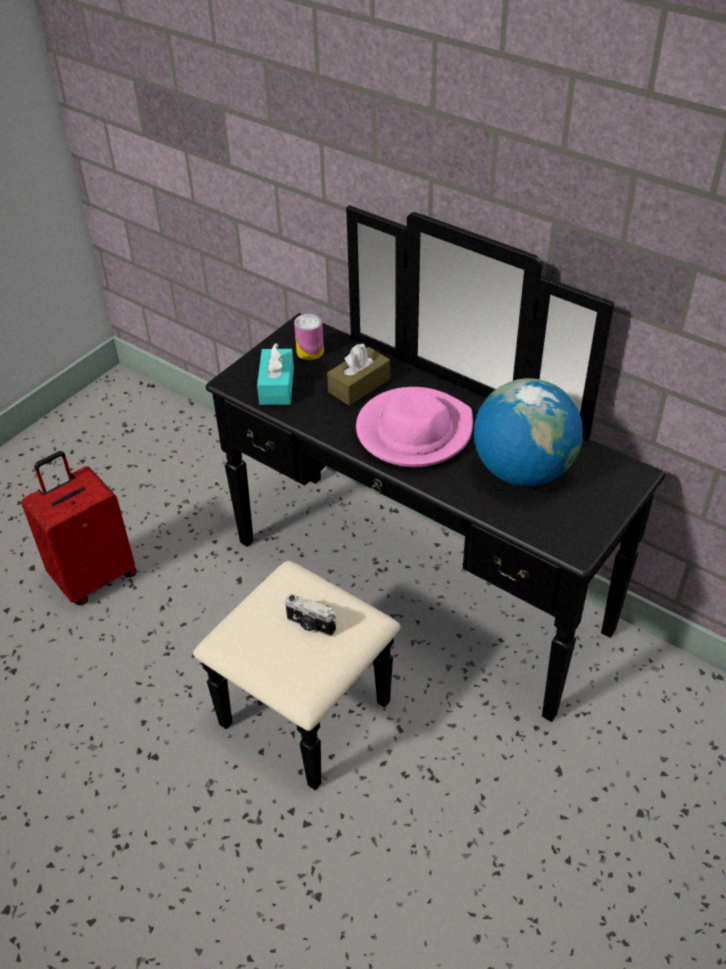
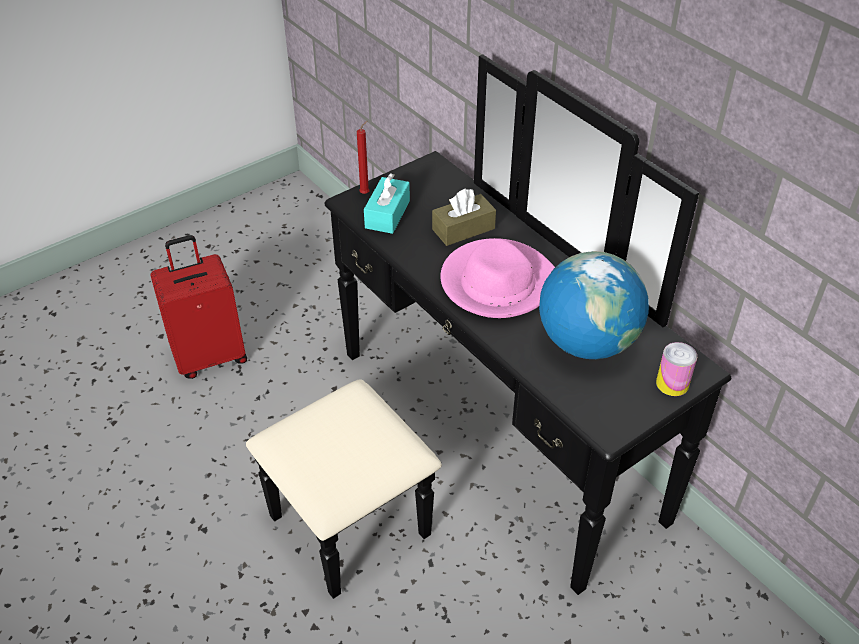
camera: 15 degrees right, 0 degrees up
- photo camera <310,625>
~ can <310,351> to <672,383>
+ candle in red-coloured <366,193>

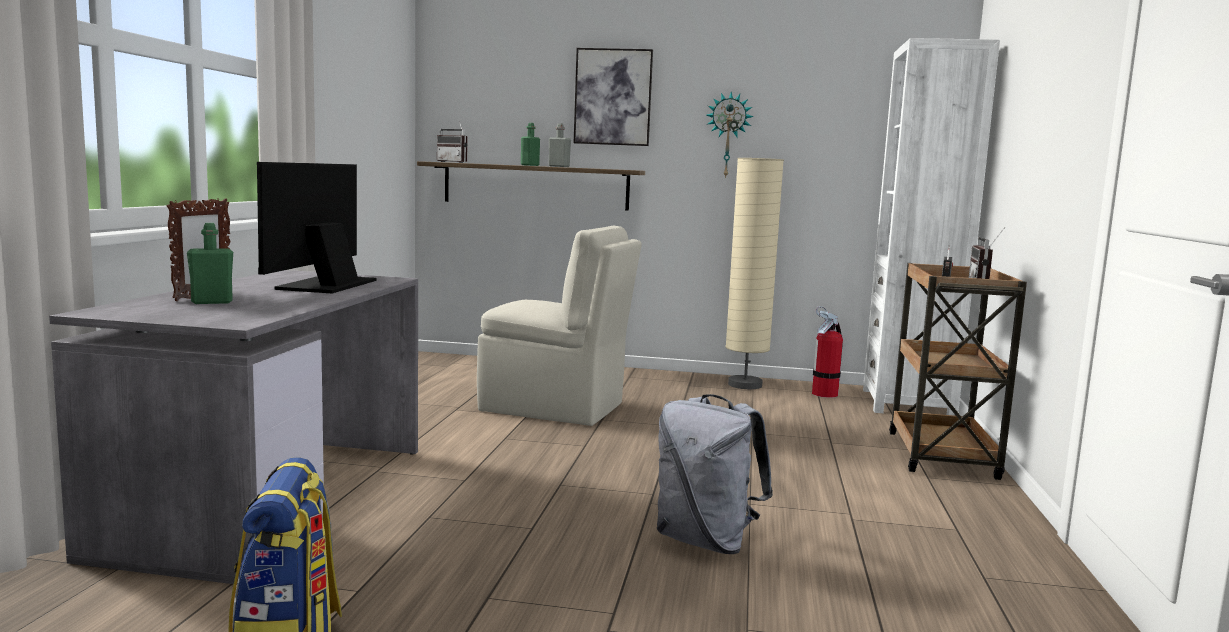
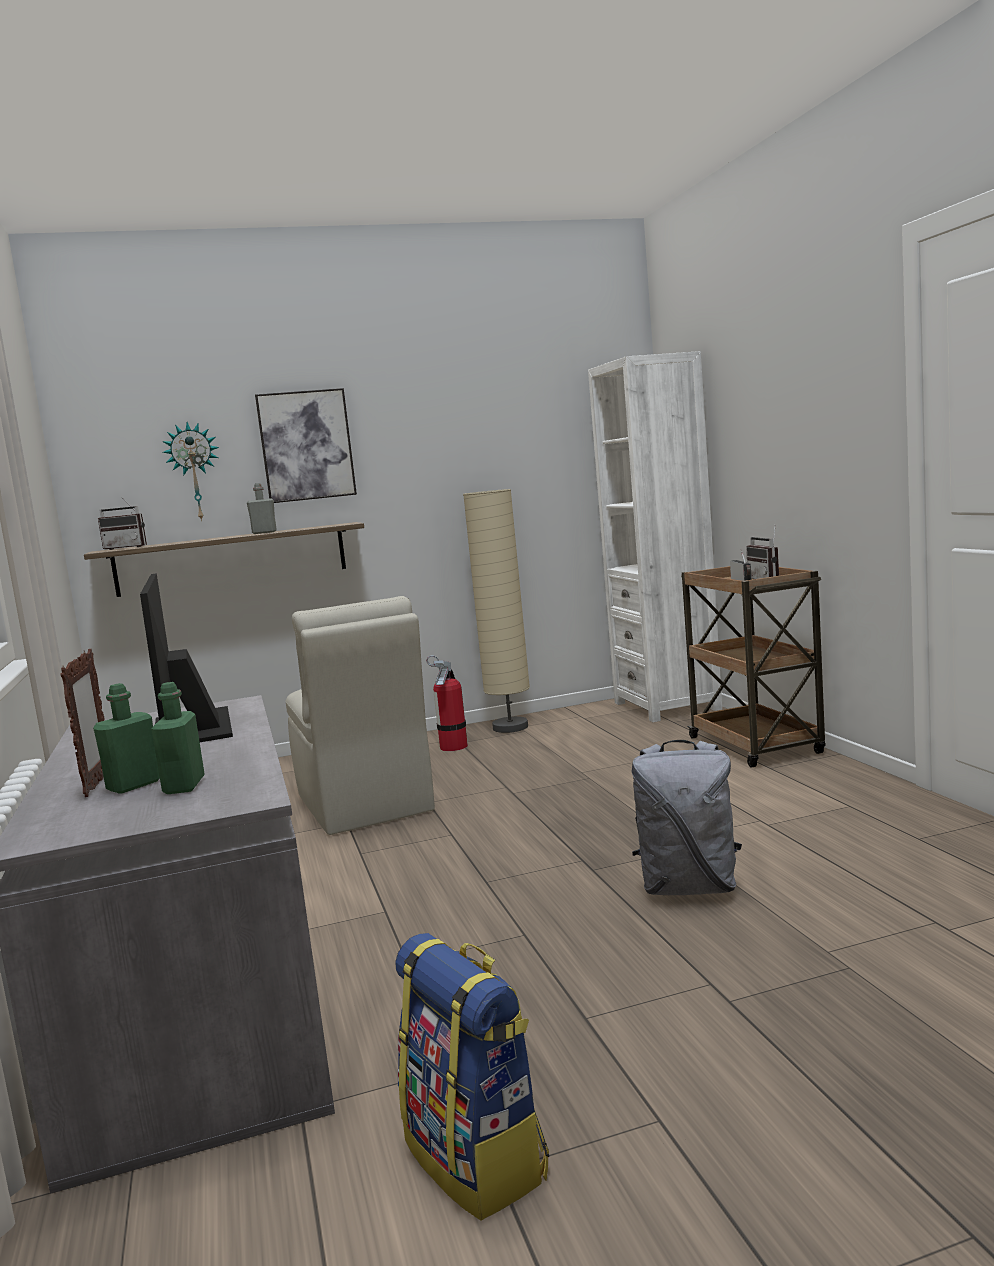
camera: 25 degrees left, 0 degrees up
~ upright chair in sand-coloured <555,408> = <364,805> 75 degrees clockwise
~ drink bottle in green-coloured <530,165> to <184,786>
~ clock on the wall <728,135> to <194,472>
~ fire-fighting cylinder <824,394> to <453,746>

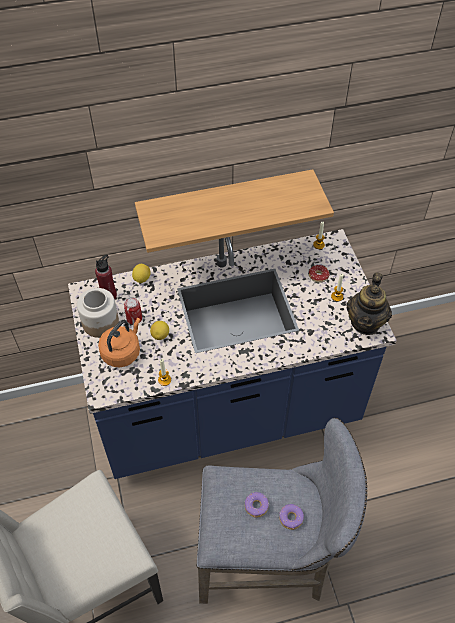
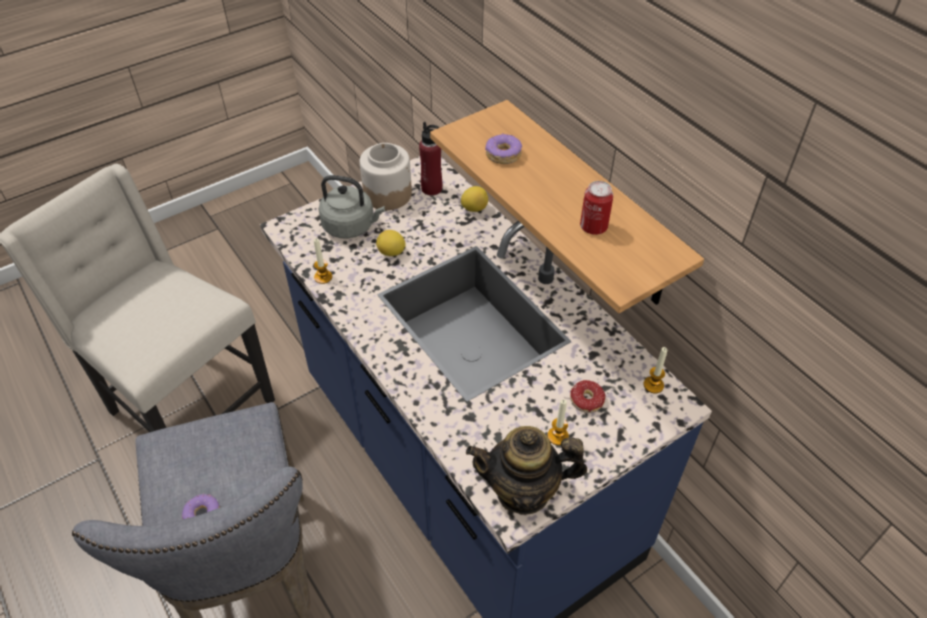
camera: 70 degrees right, 5 degrees down
~ tea kettle in orange <122,352> to tea kettle in greyish <351,226>
~ can <134,319> to <593,227>
~ donut <256,506> to <503,154>

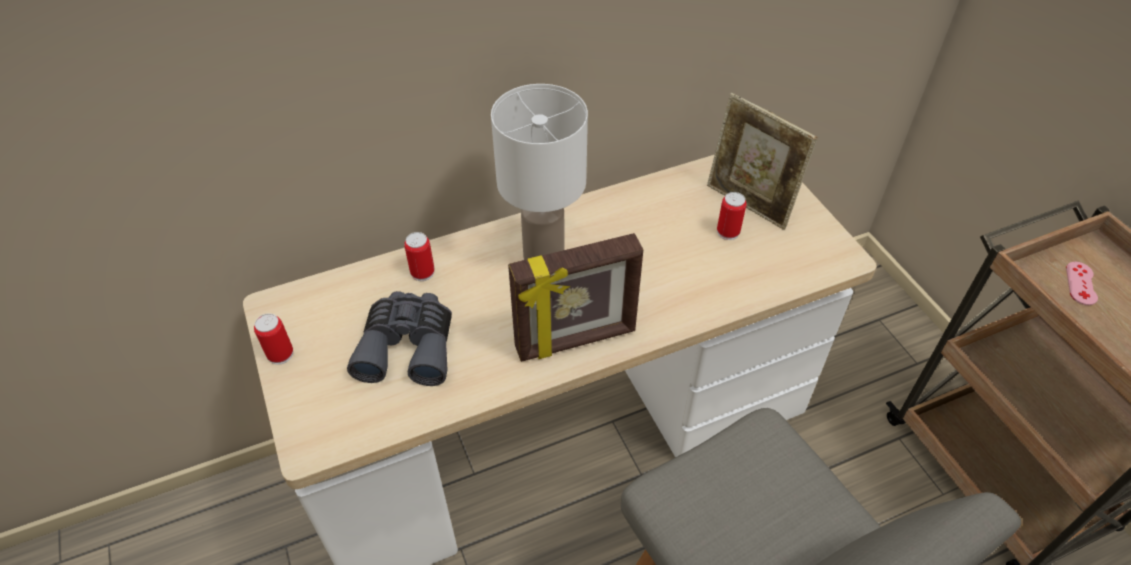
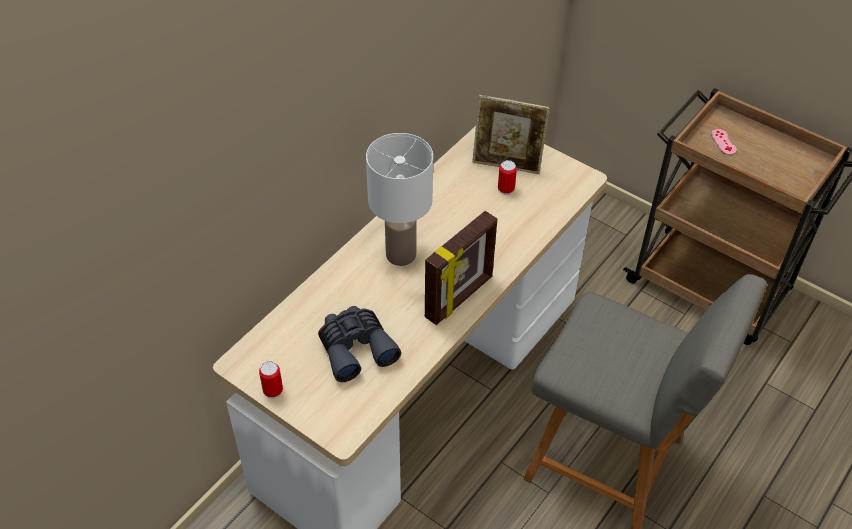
camera: 30 degrees left, 0 degrees up
- can <422,272>

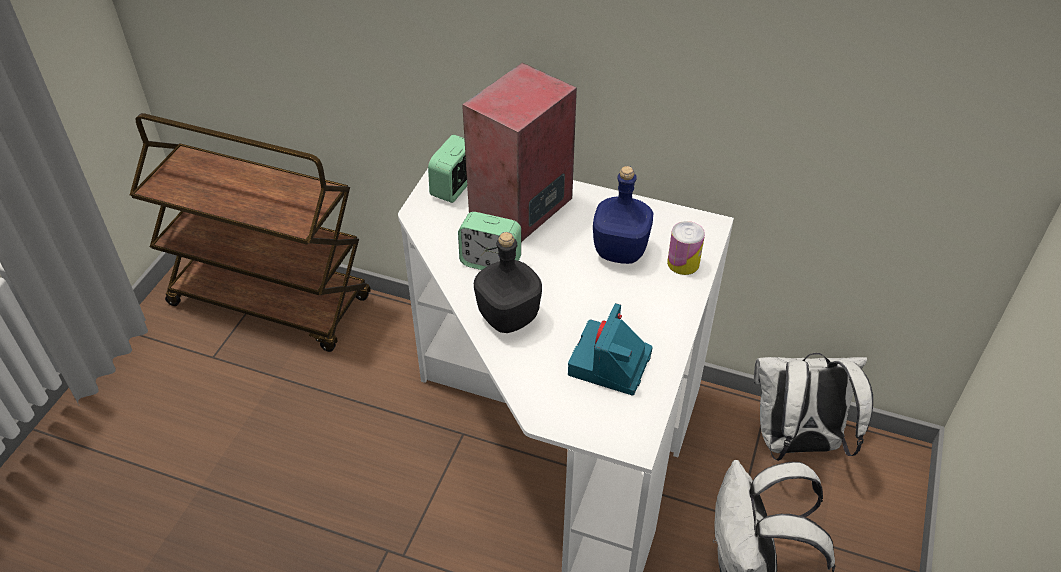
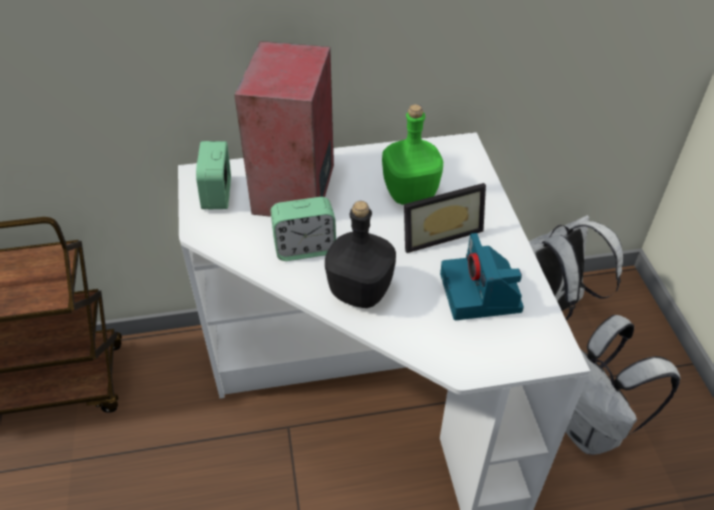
camera: 30 degrees left, 0 degrees up
~ drink bottle in blue-coloured <620,250> to drink bottle in green-coloured <409,192>
- can <683,263>
+ standing frame <438,232>

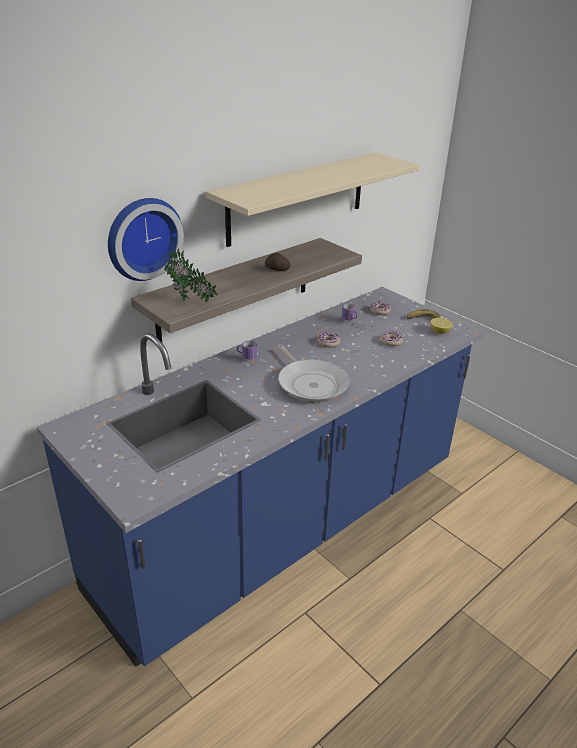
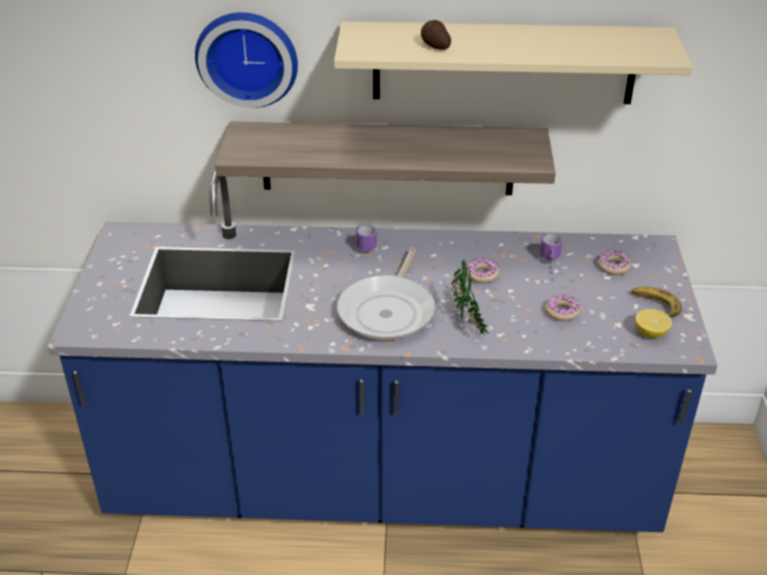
camera: 45 degrees right, 5 degrees up
~ plant in a pot <191,302> to <468,325>
~ whole potato <277,270> to <434,46>

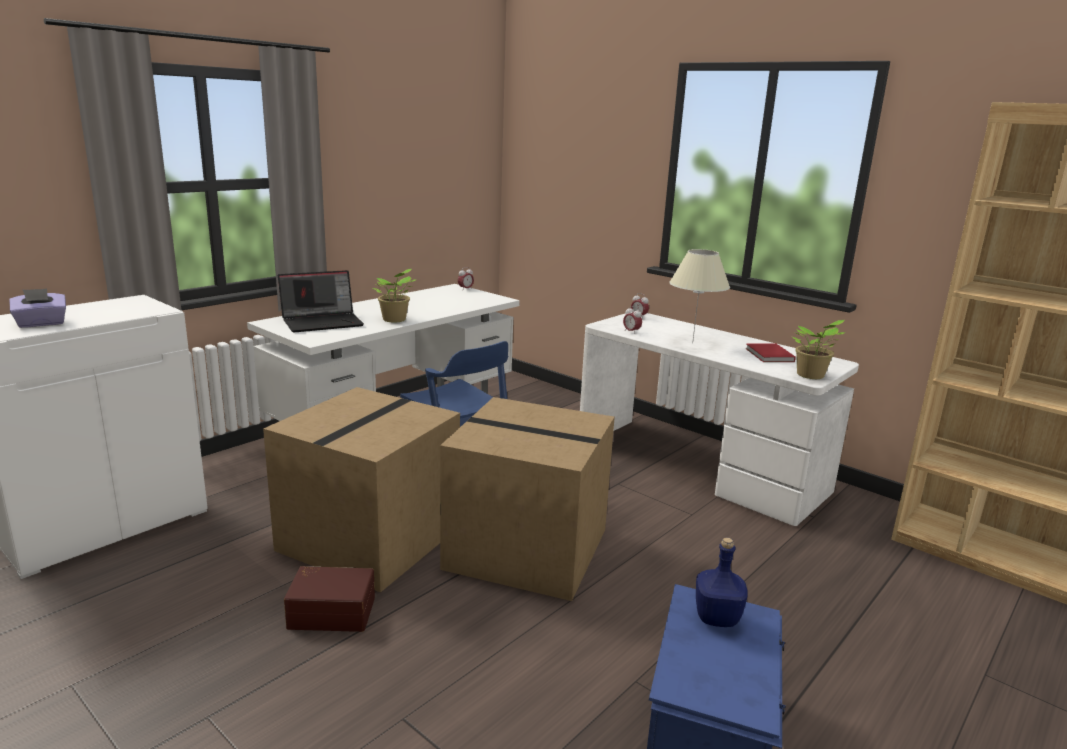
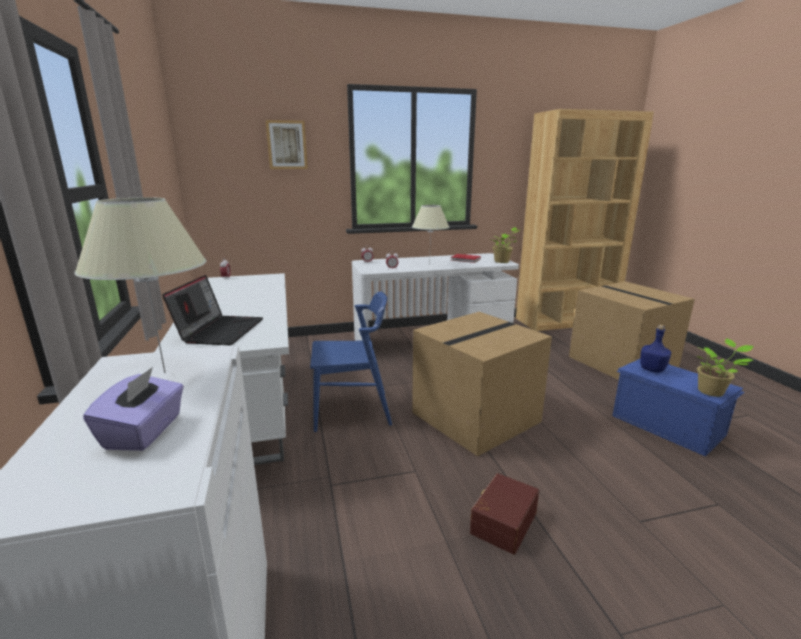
camera: 55 degrees left, 0 degrees up
~ carton <370,540> to <624,363>
~ plant in a pot <395,320> to <712,391>
+ table lamp in sand-coloured <165,372>
+ picture <287,145>

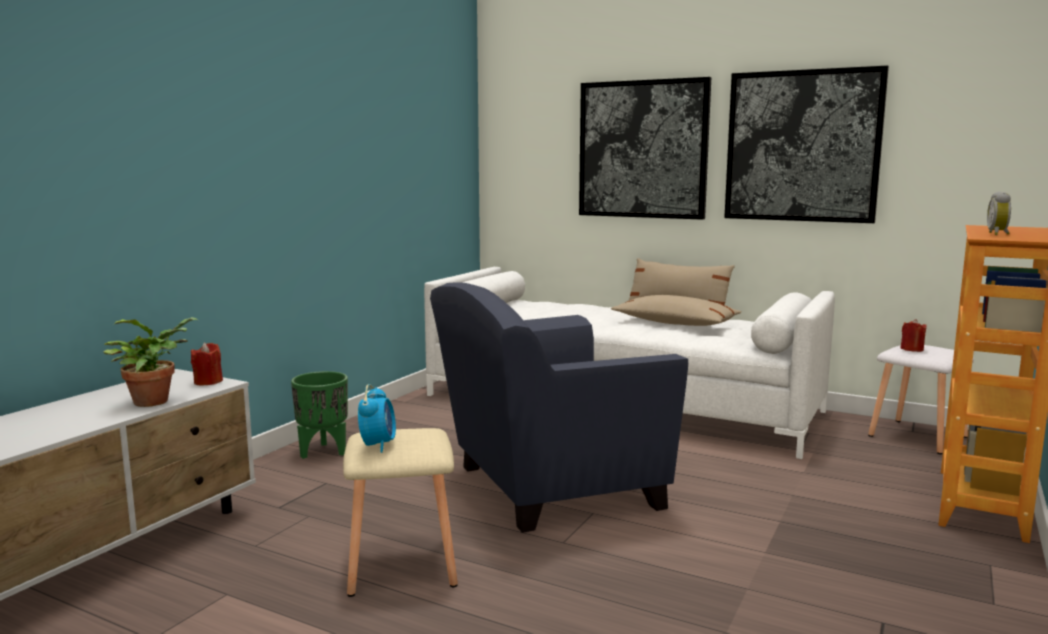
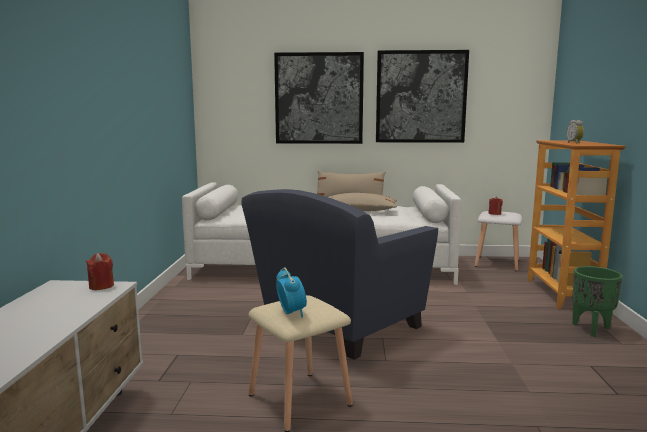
camera: 25 degrees left, 0 degrees up
- plant in a pot <155,401>
~ planter in green-coloured <323,451> to <591,329>

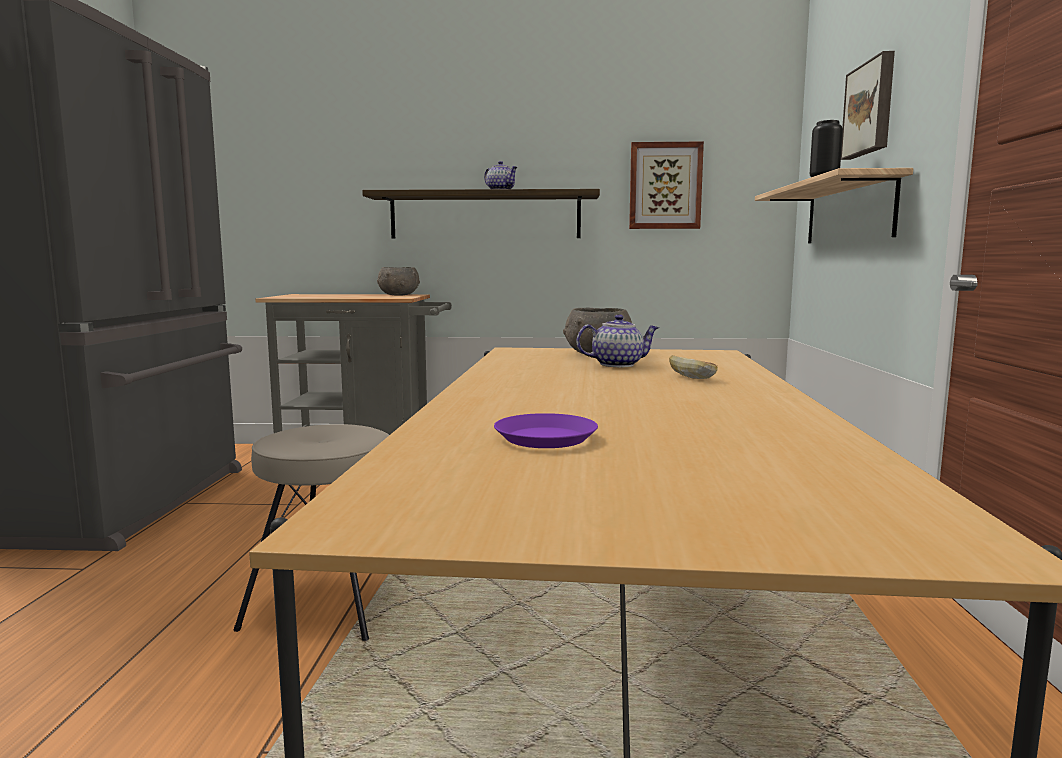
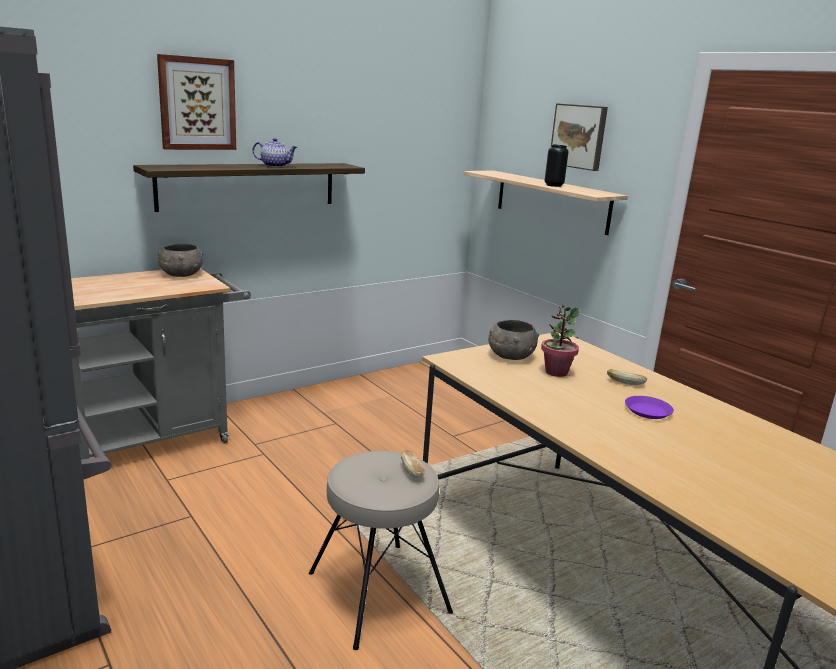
camera: 40 degrees left, 10 degrees up
~ flat dish in purple-coloured <545,438> to <648,411>
~ tea pot <617,364> to plant in a pot <556,372>
~ picture <665,186> to <197,104>
+ bakery bread <412,471>

